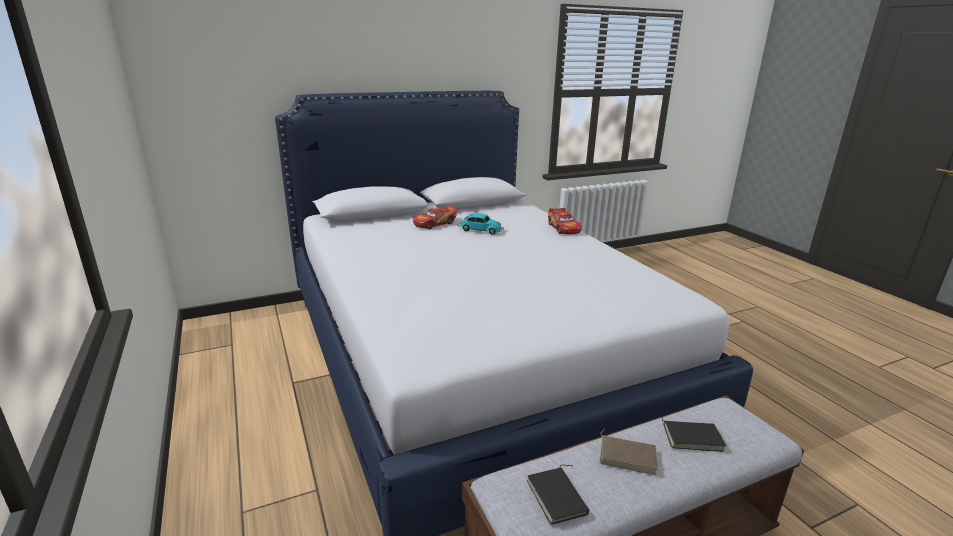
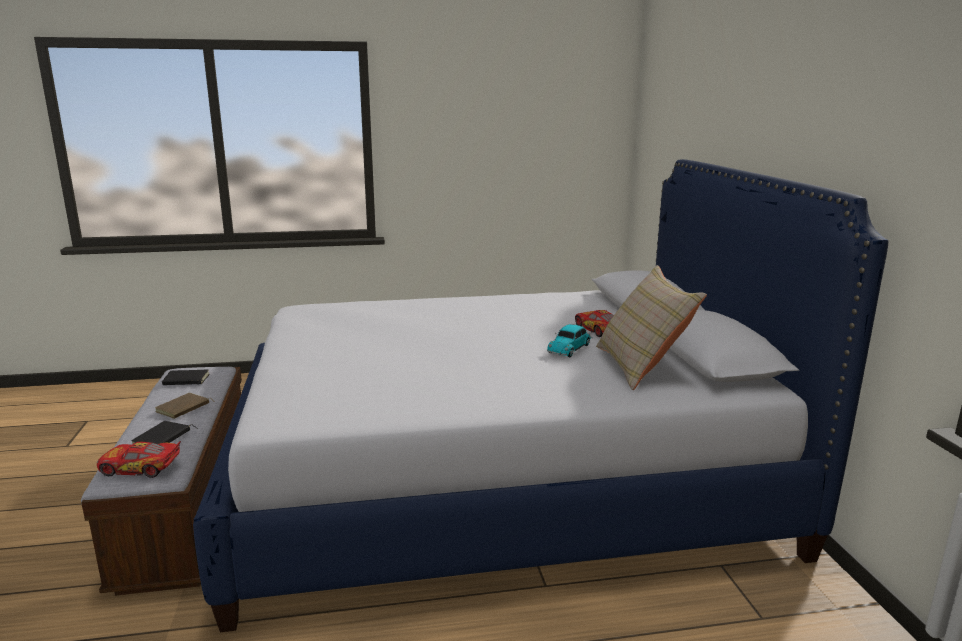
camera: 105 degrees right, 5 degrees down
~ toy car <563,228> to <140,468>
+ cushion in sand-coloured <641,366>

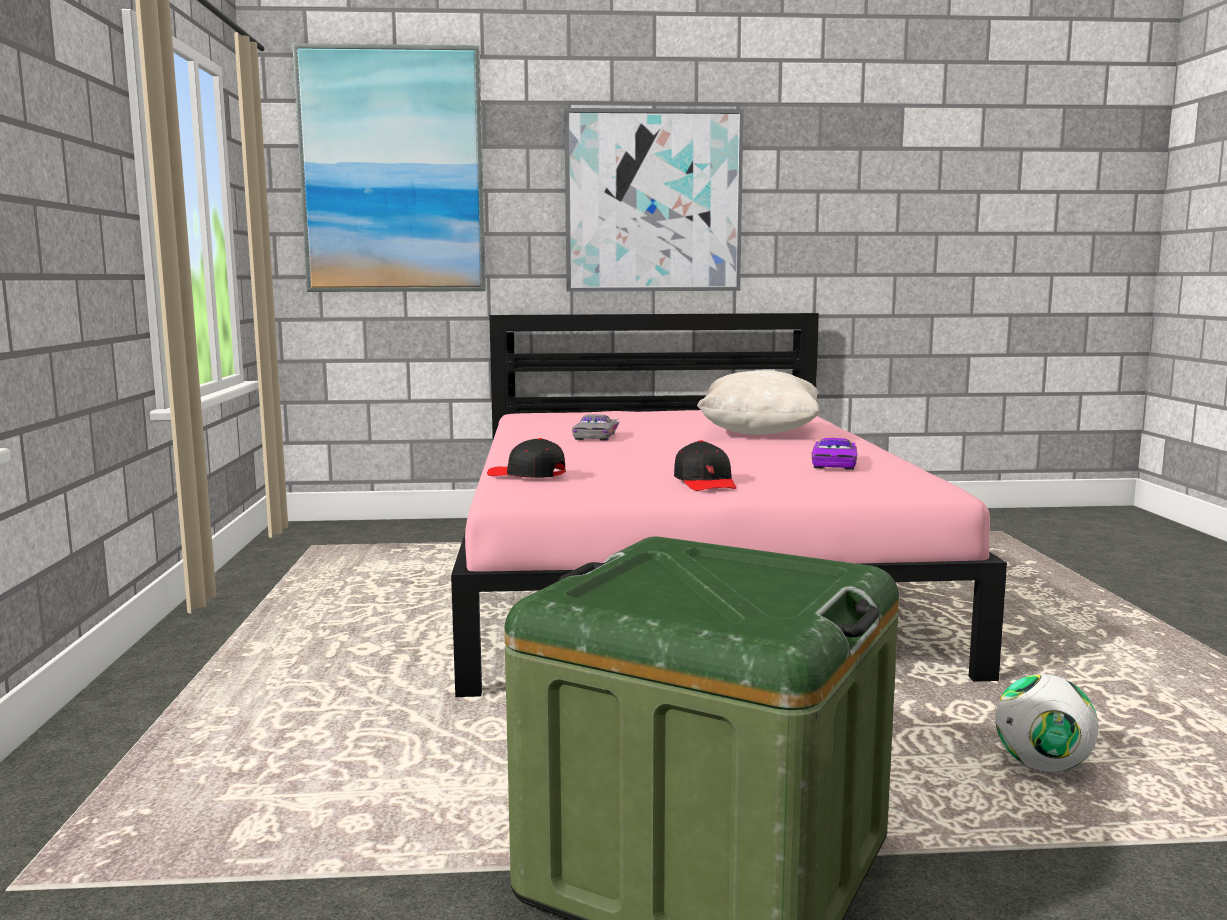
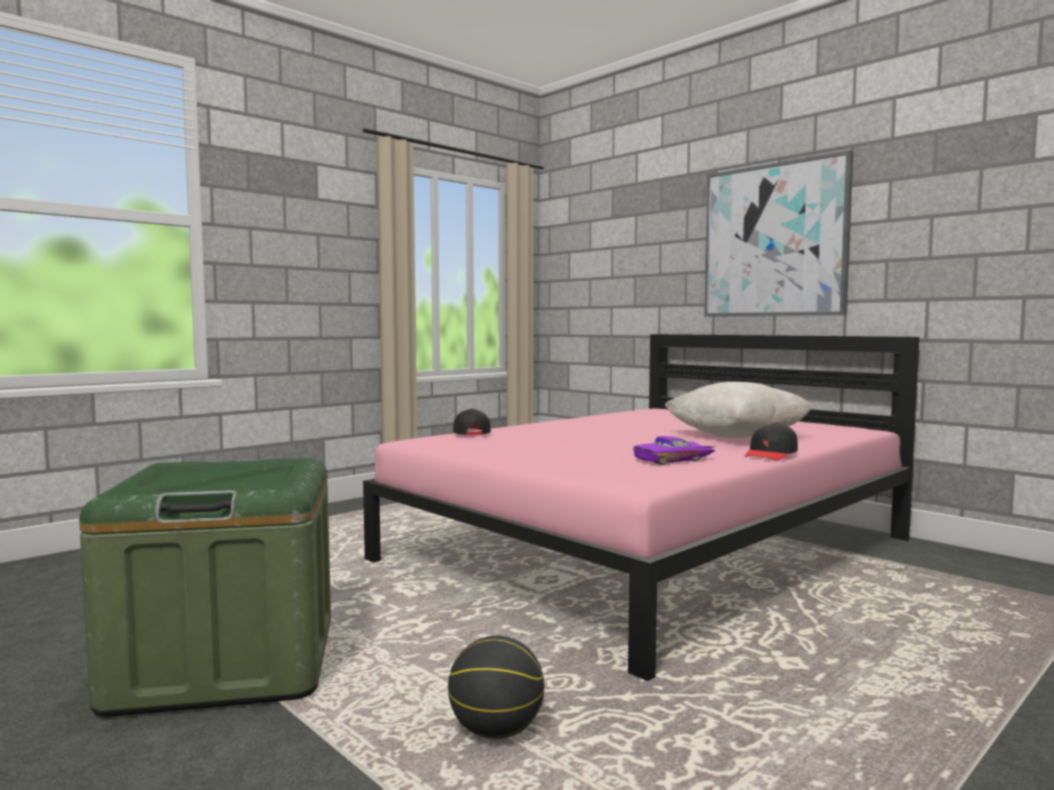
camera: 50 degrees right, 5 degrees down
- picture <392,171>
- toy car in greyish <598,436>
~ baseball cap in blackish <705,482> to <771,454>
~ football <1042,766> to ball for basketball <496,731>

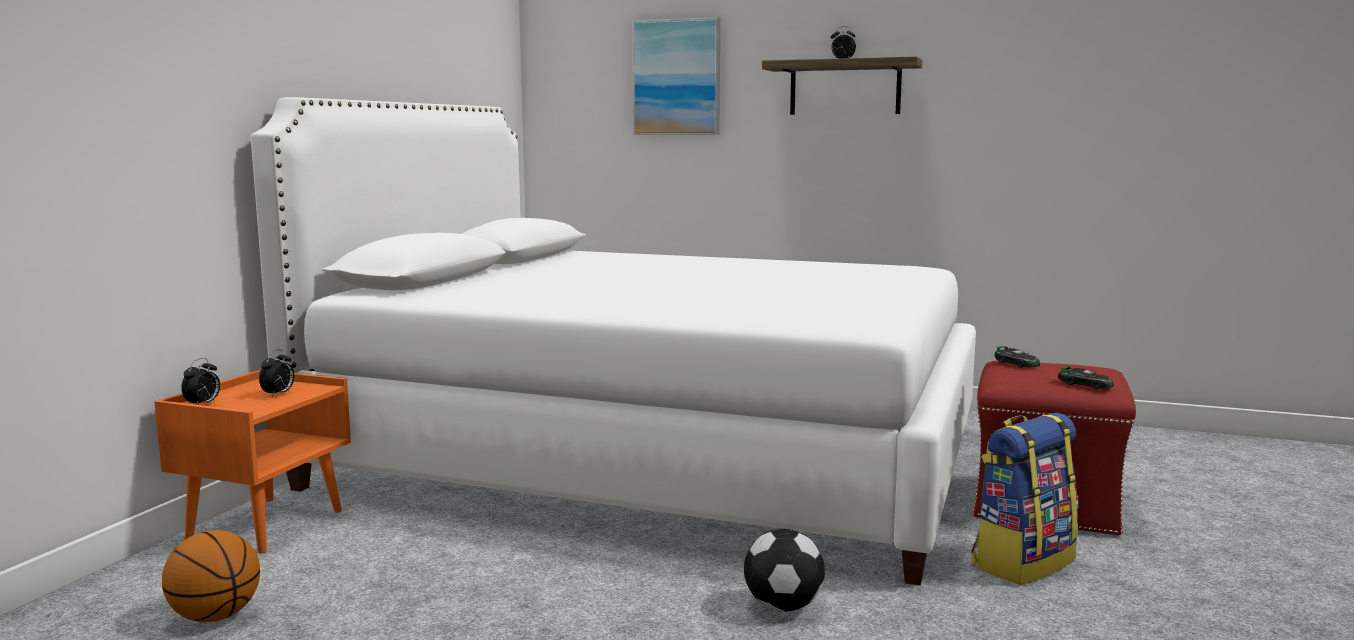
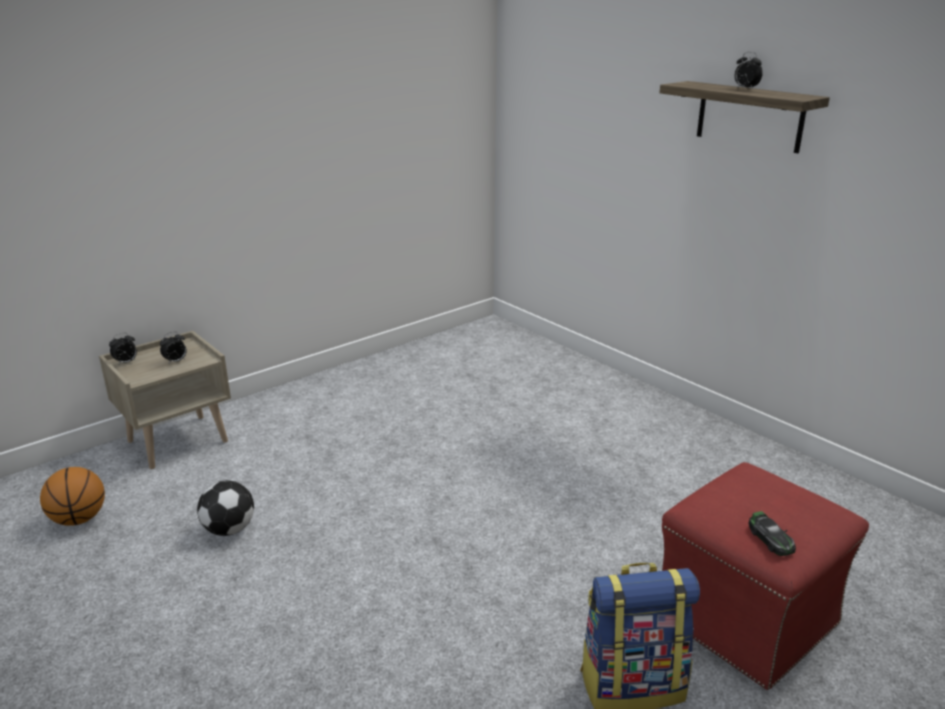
camera: 30 degrees right, 15 degrees up
~ night table in orange <266,524> to night table in sand-coloured <178,441>
- bedroom bed in white <656,457>
- picture <677,77>
~ football <782,606> to <229,529>
- toy car <1016,363>

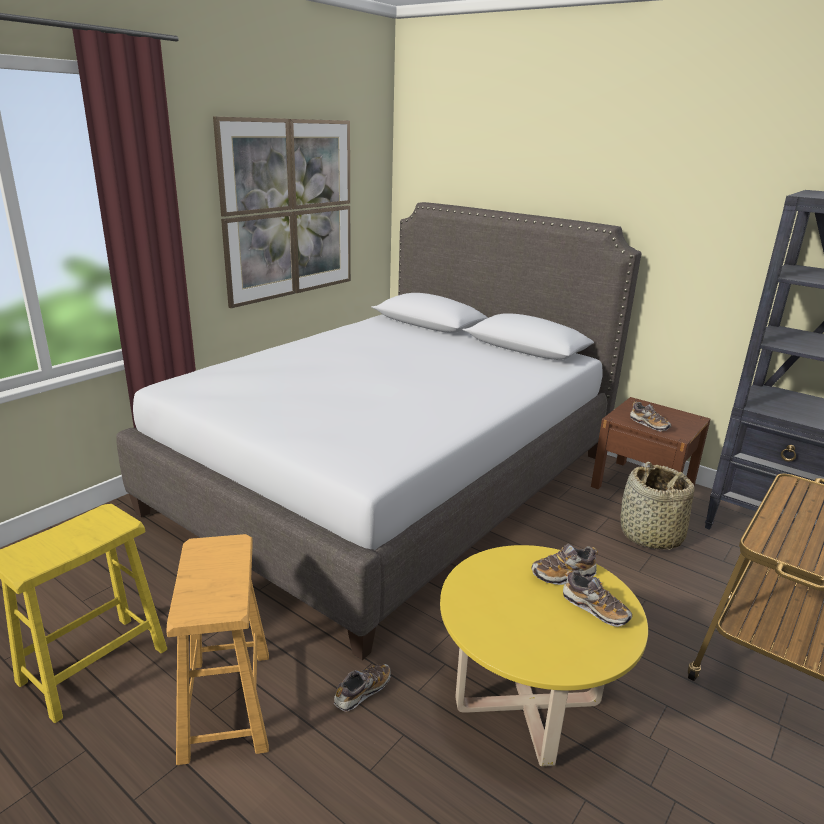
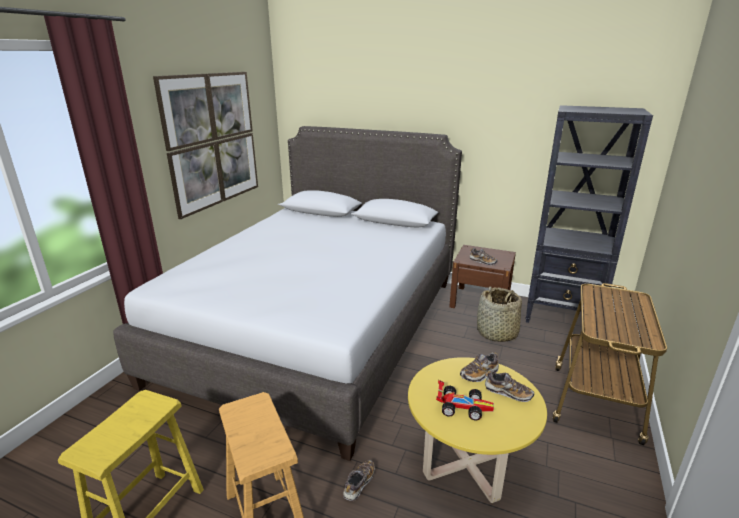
camera: 15 degrees left, 0 degrees up
+ toy car <462,406>

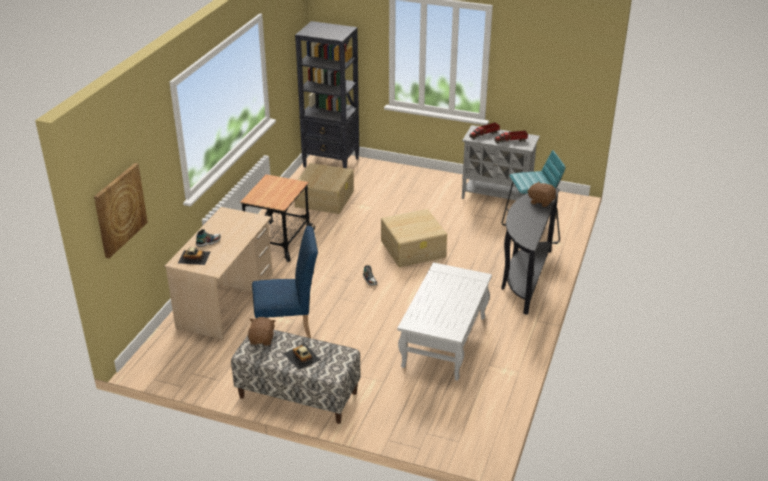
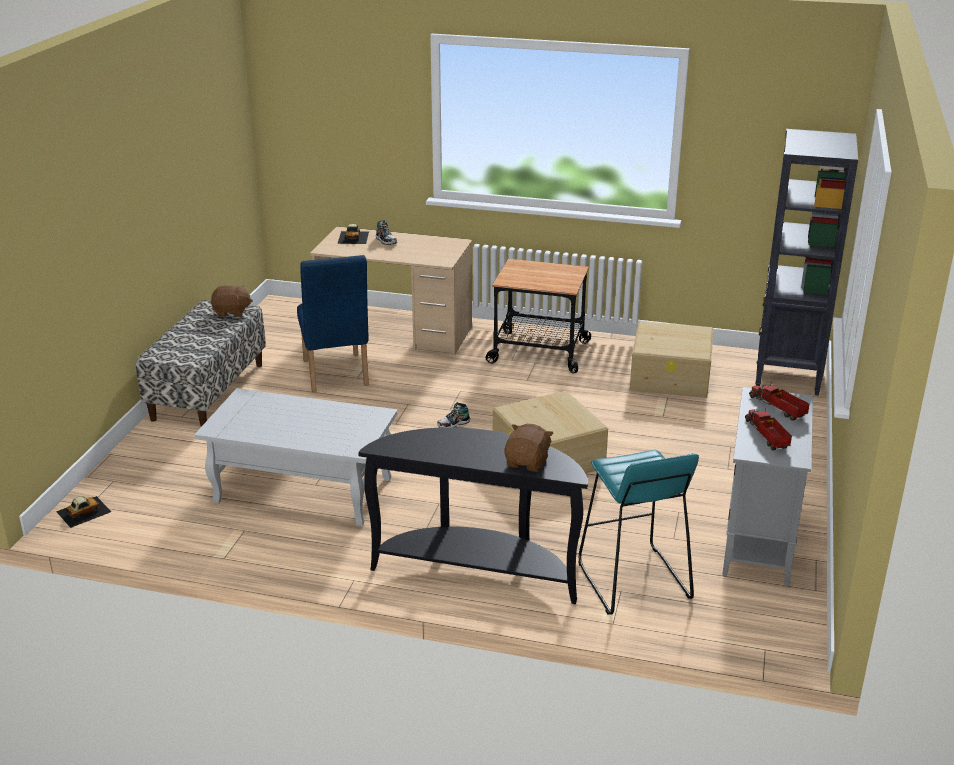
camera: 85 degrees right, 5 degrees down
- picture <120,209>
~ toy car <301,357> to <83,511>

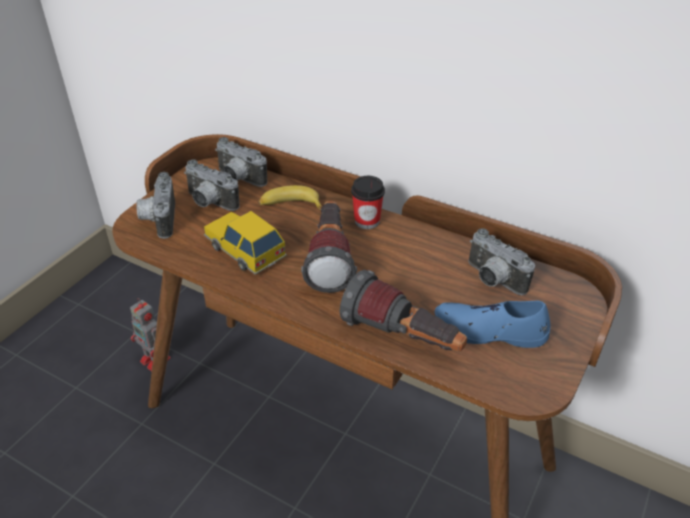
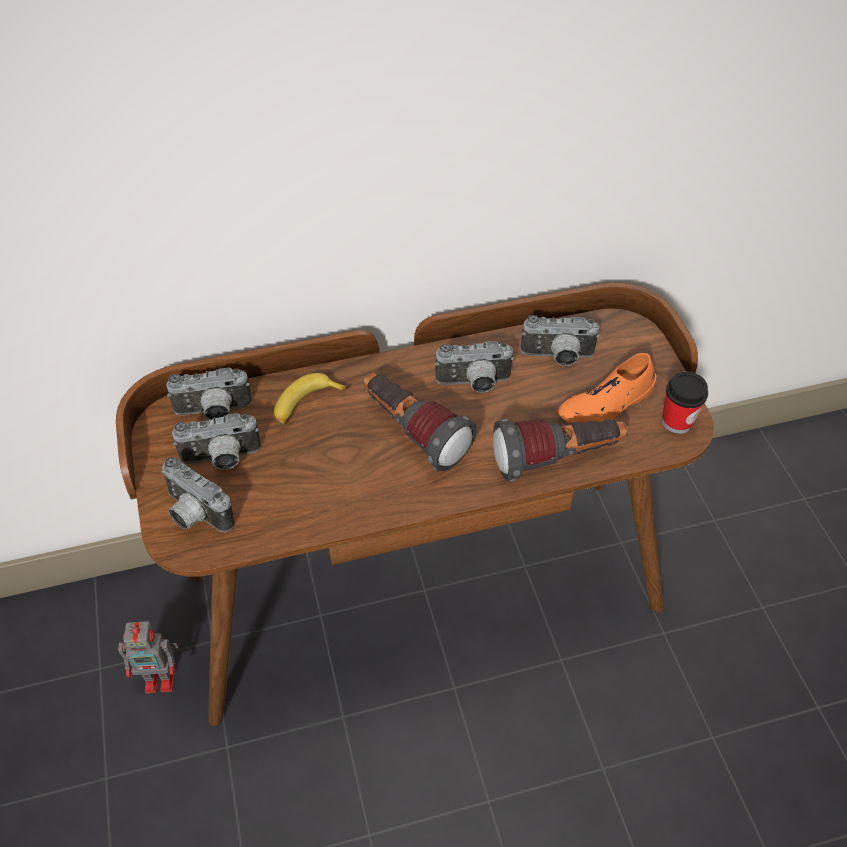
camera: 45 degrees left, 10 degrees up
- toy car <244,249>
~ small cup <367,221> to <677,421>
~ shoe in blue-coloured <489,331> to shoe in orange <606,404>
+ photo camera <474,384>

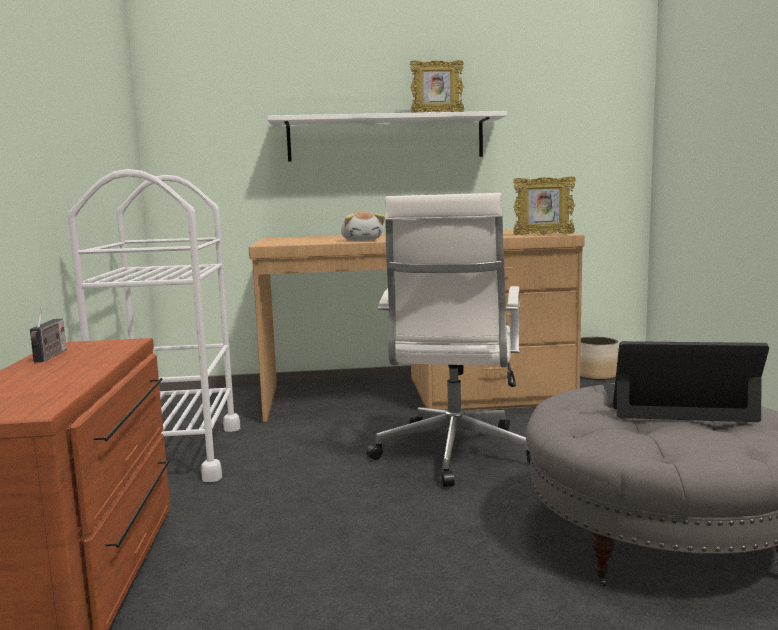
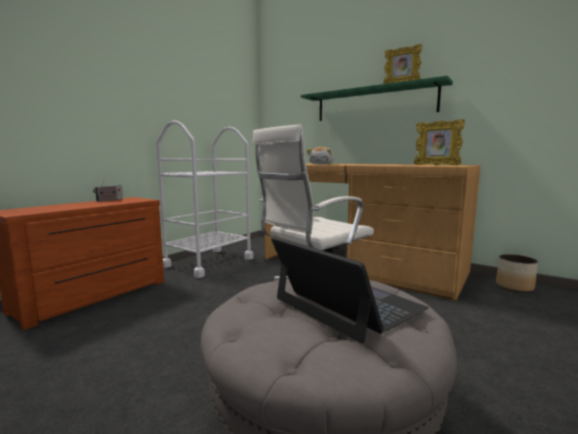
camera: 40 degrees right, 0 degrees up
~ shelf in white <385,138> to shelf in green-coloured <373,104>

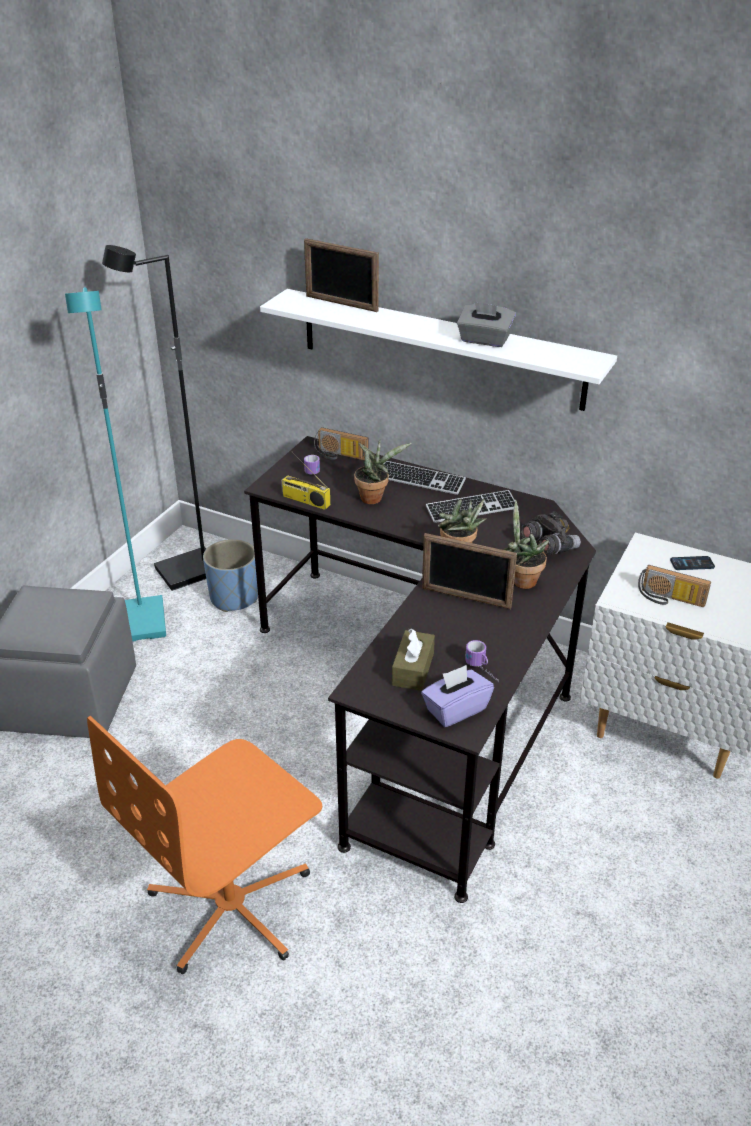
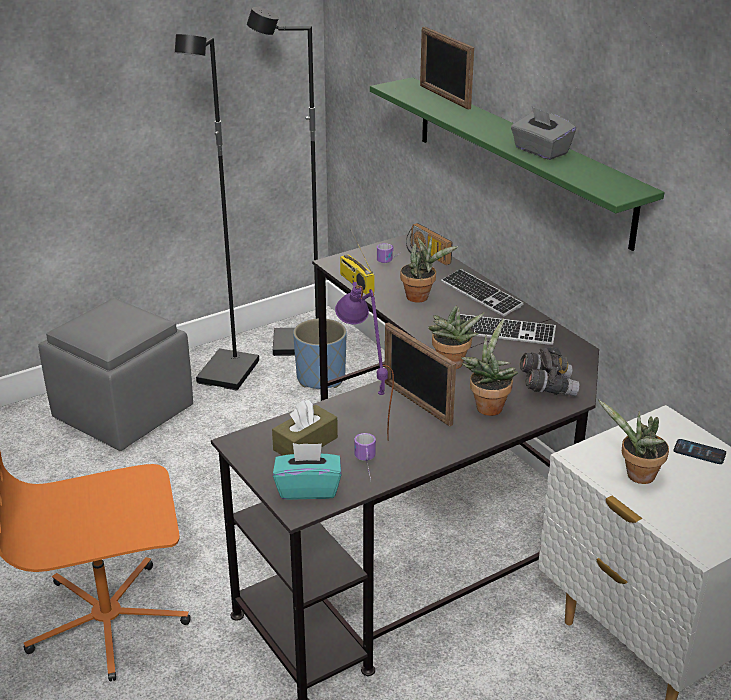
camera: 30 degrees right, 5 degrees down
~ floor lamp in turquoise <143,622> to floor lamp in blackish <229,373>
~ shelf in white <440,349> to shelf in green-coloured <520,159>
~ tissue holder in purple-coloured <455,709> to tissue holder in turquoise <308,489>
~ radio set <669,600> to plant in a pot <636,476>
+ table lamp in purple-coloured <364,423>

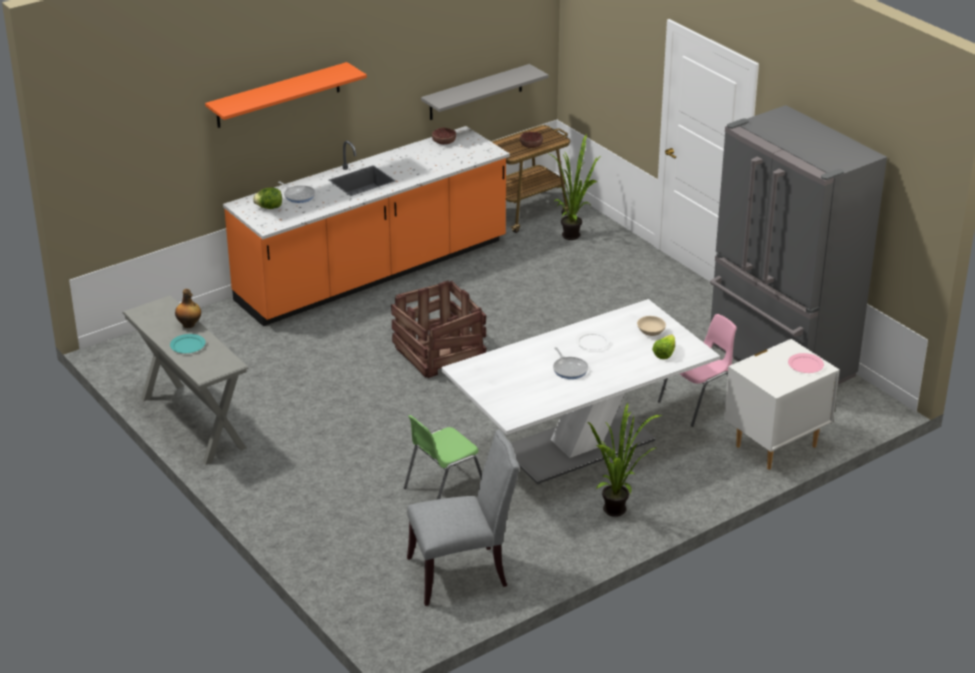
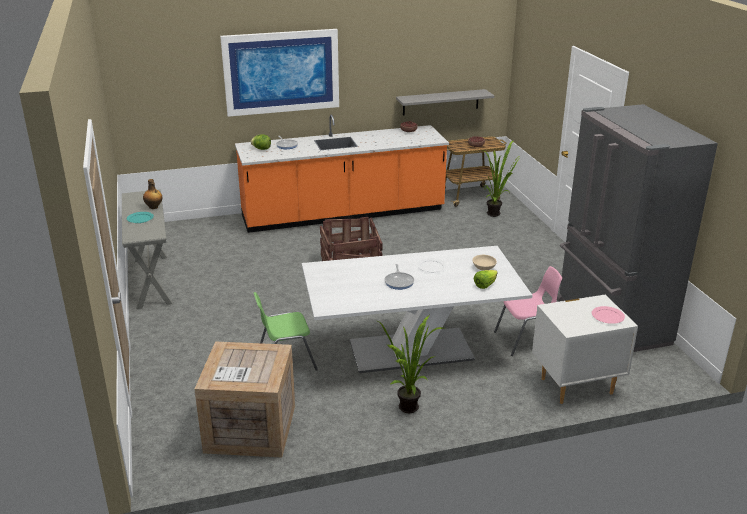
camera: 20 degrees right, 5 degrees down
~ shelf in orange <278,95> to picture <281,72>
~ upright chair in greyish <462,573> to crate <251,429>

